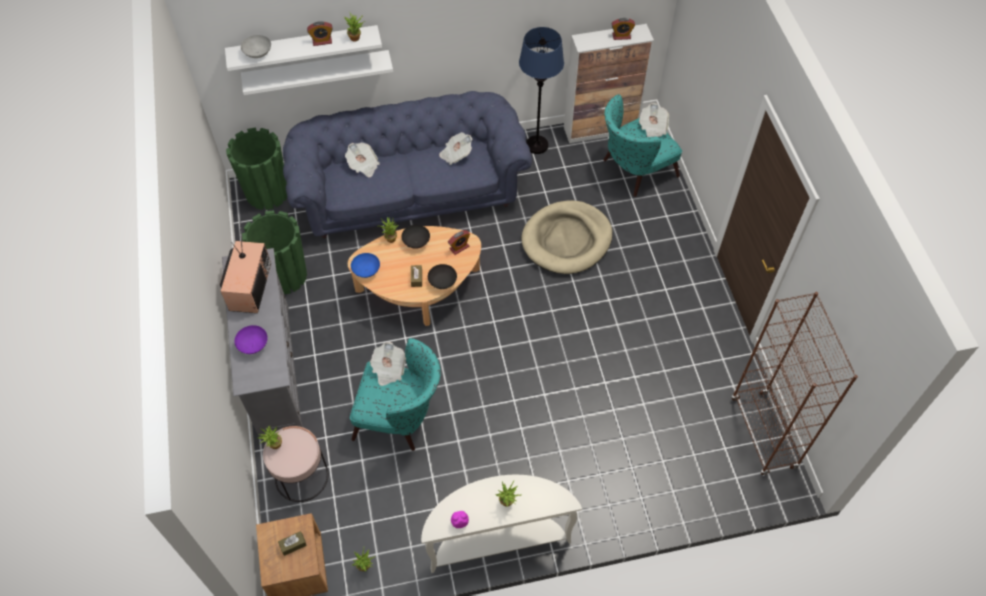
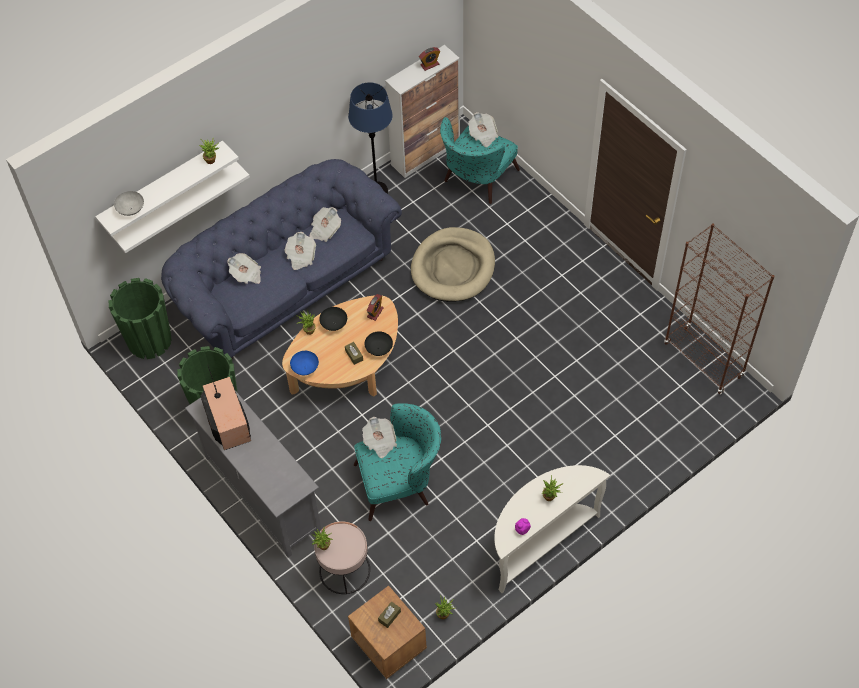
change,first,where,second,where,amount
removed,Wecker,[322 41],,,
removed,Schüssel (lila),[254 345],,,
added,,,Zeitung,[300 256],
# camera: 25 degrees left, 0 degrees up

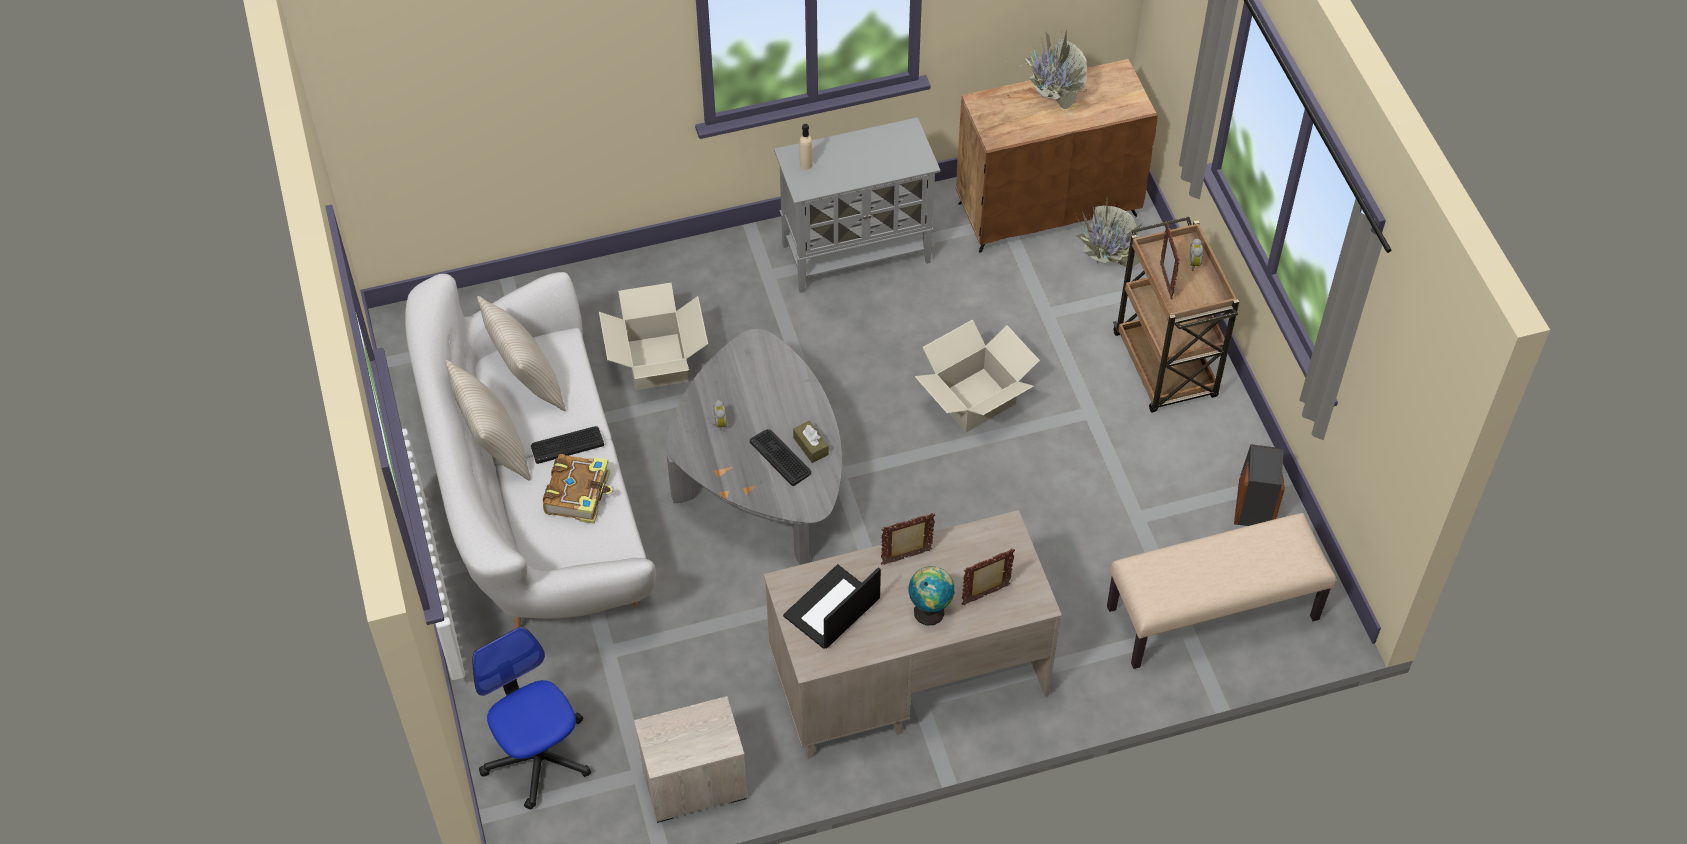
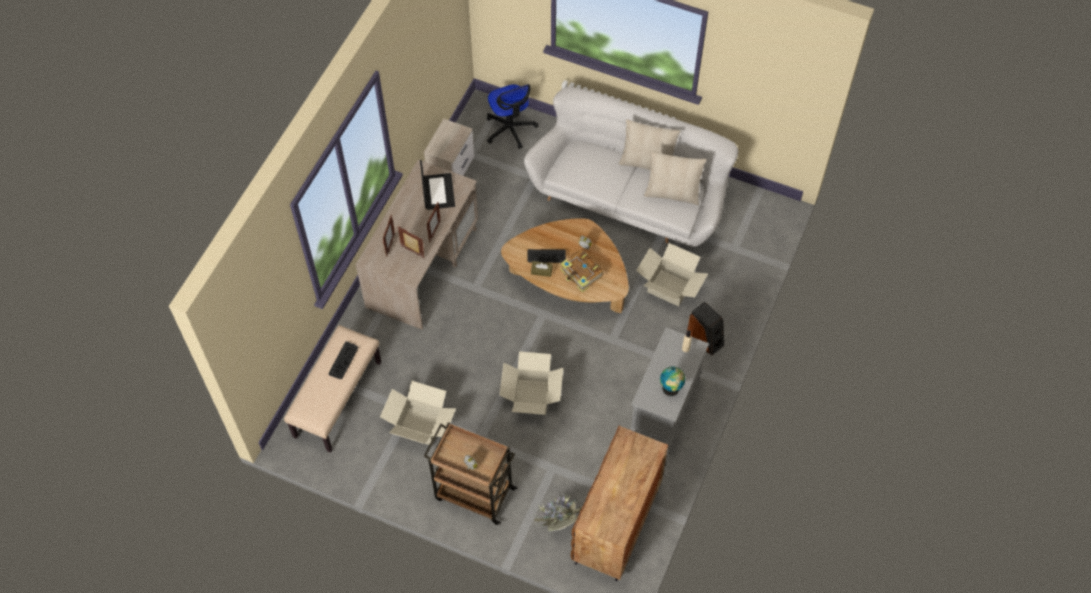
change,first,where,second,where,amount
removed,Topfpflanze,[1052 100],,,
moved,Bilderrahmen,[1166 281],,[412 252],
recoloured,Couchtisch (grau),[762 477],Couchtisch (braun),[568 284],
moved,Tastatur,[567 445],,[343 360],
moved,Lautsprecher,[1254 502],,[705 338],
moved,Buch,[579 493],,[581 274],
moved,Globus,[930 610],,[671 389],
turned,Bürostuhl,[538 757],,[510 129],60 degrees clockwise
added,,,Karton,[420 426],
# camera: 130 degrees right, 5 degrees up

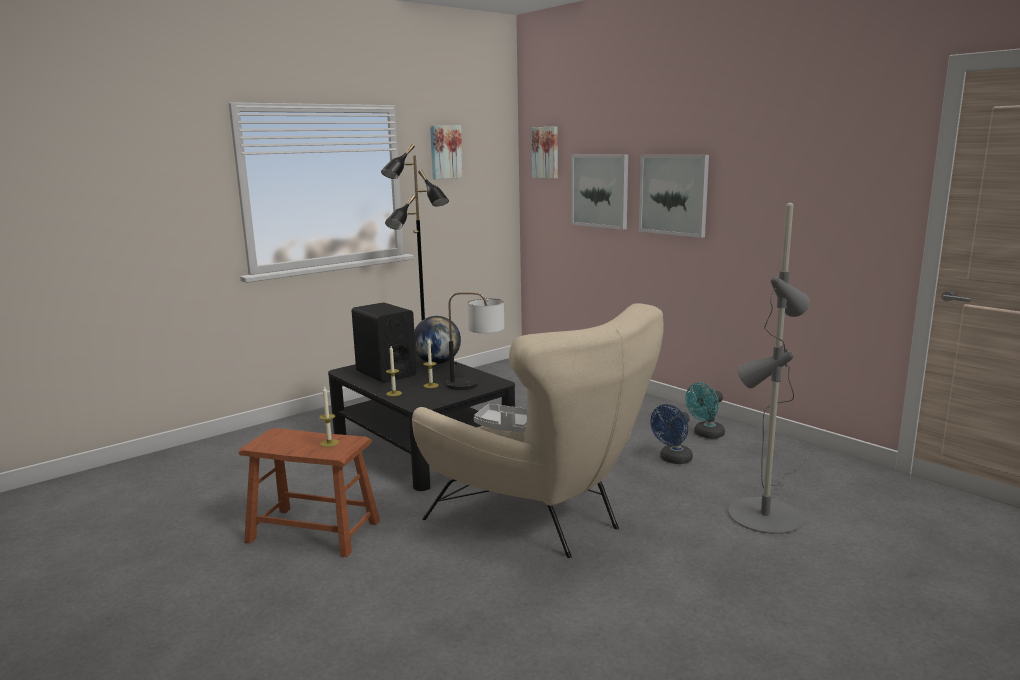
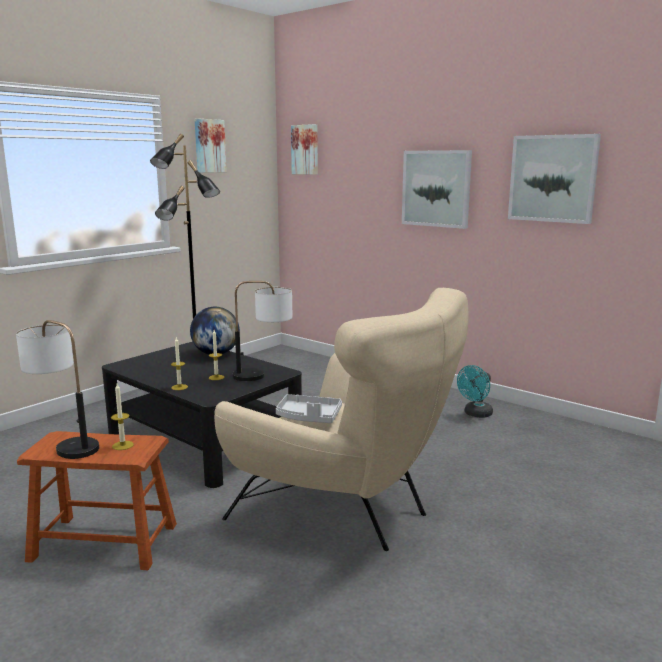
change,first,where,second,where,amount
moved,Bild,[600 190],,[553 178],
removed,Stehlampe (grau),[769 508],,,
removed,Lautsprecher (schwarz),[385 373],,,
removed,Ventilator (blau),[673 460],,,
added,,,Tischlampe,[65 444],
# camera: 10 degrees left, 0 degrees up

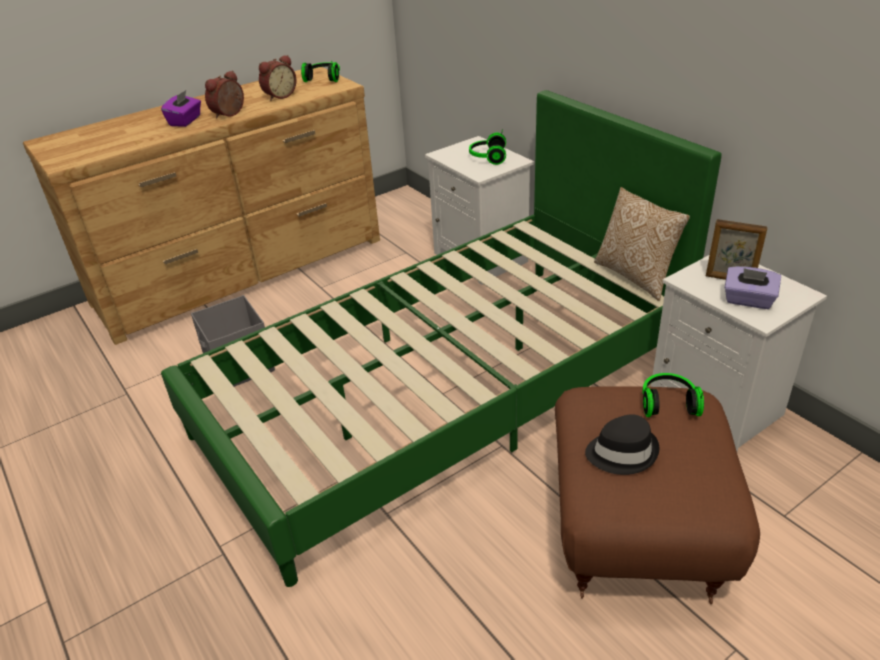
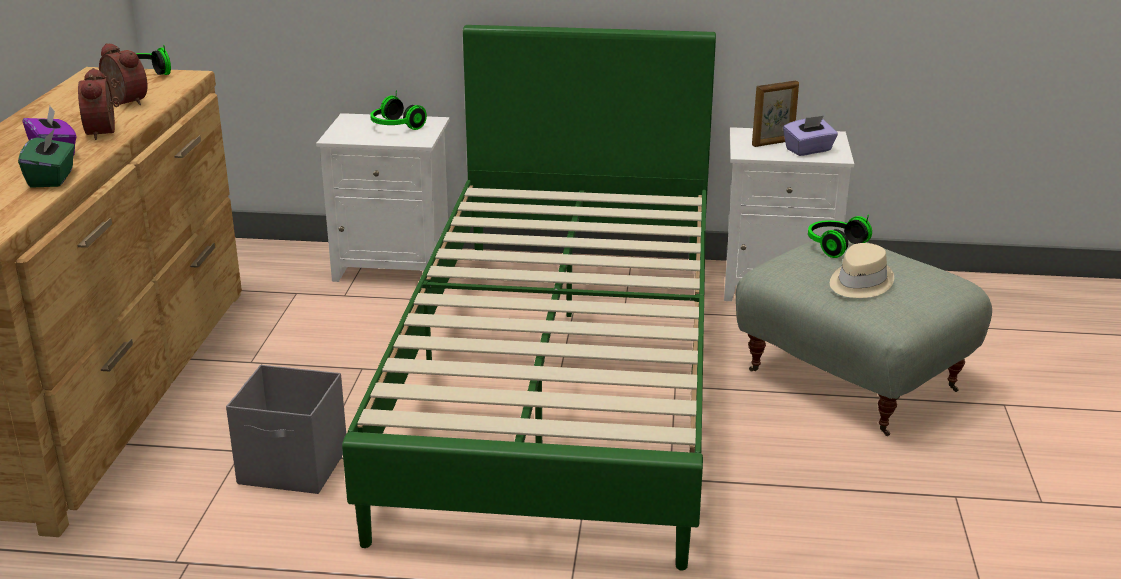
change,first,where,second,where,amount
turned,Wecker,[279 96],,[123 102],45 degrees counterclockwise
removed,Kissen,[636 276],,,
recoloured,Polsterhocker (braun),[639 529],Polsterhocker (grau),[854 379],
recoloured,Hut (schwarz),[621 452],Hut (beige),[859 283],
added,,,Taschentuchbox (grün),[52 178],
# camera: 50 degrees left, 10 degrees down

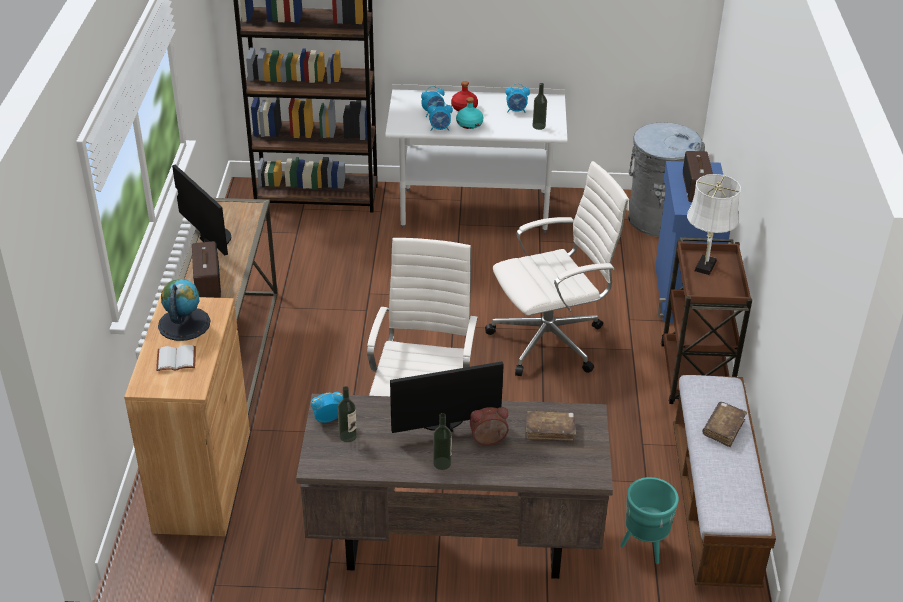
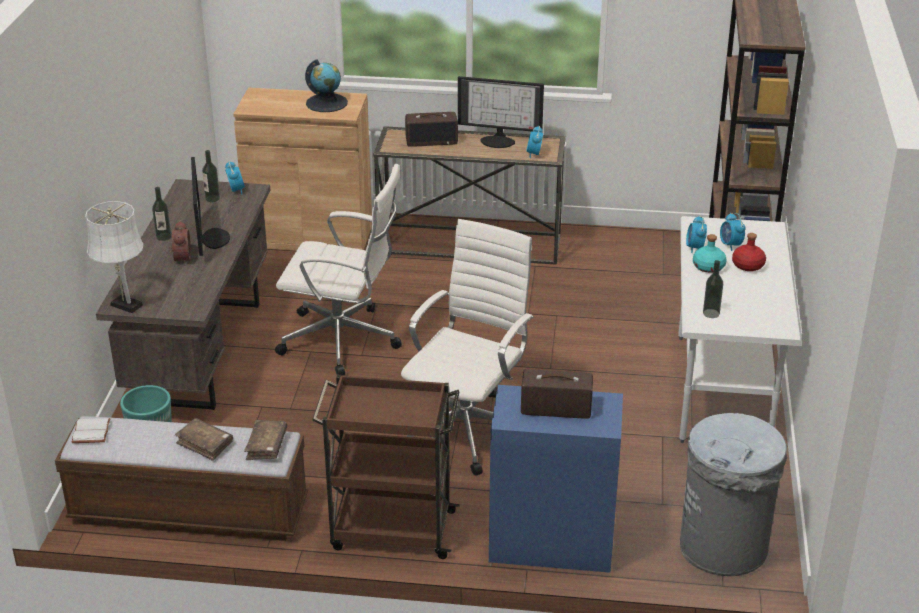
change,first,where,second,where,amount
moved,Wecker,[516 111],,[534 154],
turned,Bürostuhl (weiß),[551 340],,[468 428],135 degrees counterclockwise
turned,Monitor,[212 237],,[498 140],45 degrees clockwise
moved,Tischlampe (weiß),[704 267],,[124 304],
moved,Buch (weiß),[177 359],,[92 432],
moved,Buch (braun),[549 430],,[266 446],
# camera: 95 degrees right, 5 degrees down

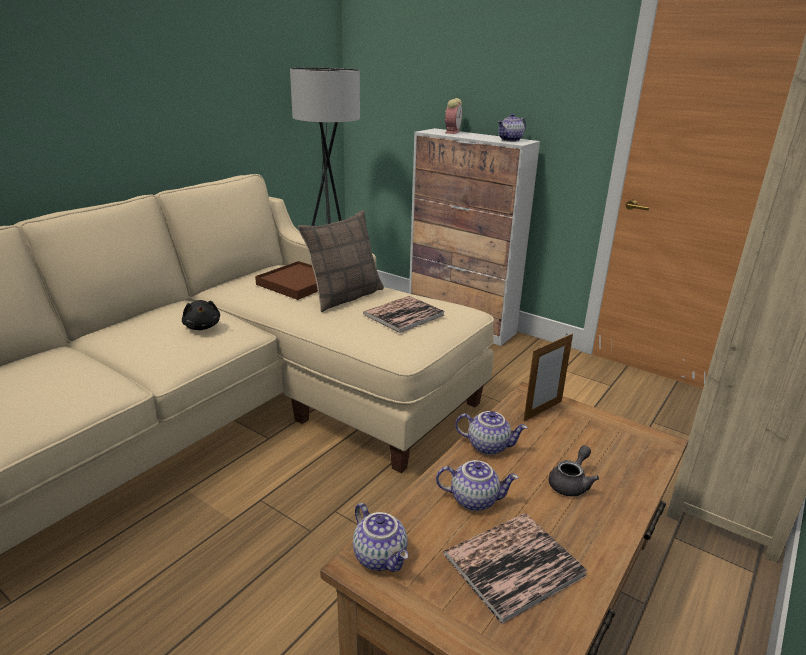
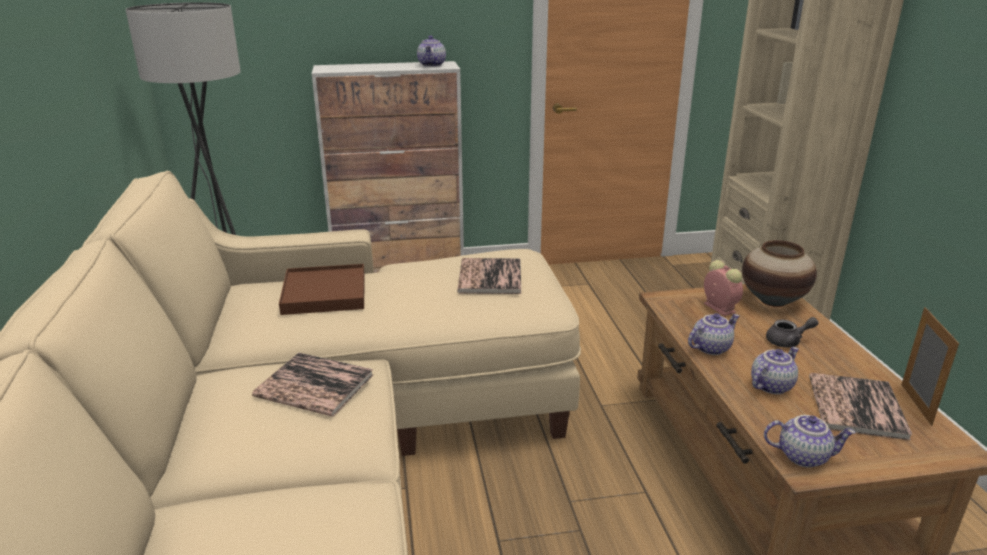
change,first,where,second,where,amount
moved,Wecker,[452 132],,[718 307],
removed,Kissen,[344 296],,,
replaced,Plüschtier (schwarz),[202 326],Buch,[314 386],
moved,Bilderrahmen,[542 411],,[916 404],
turned,Teekanne (grau),[571 483],,[788 341],90 degrees clockwise
added,,,Vase,[772 301],
# camera: 45 degrees left, 0 degrees up

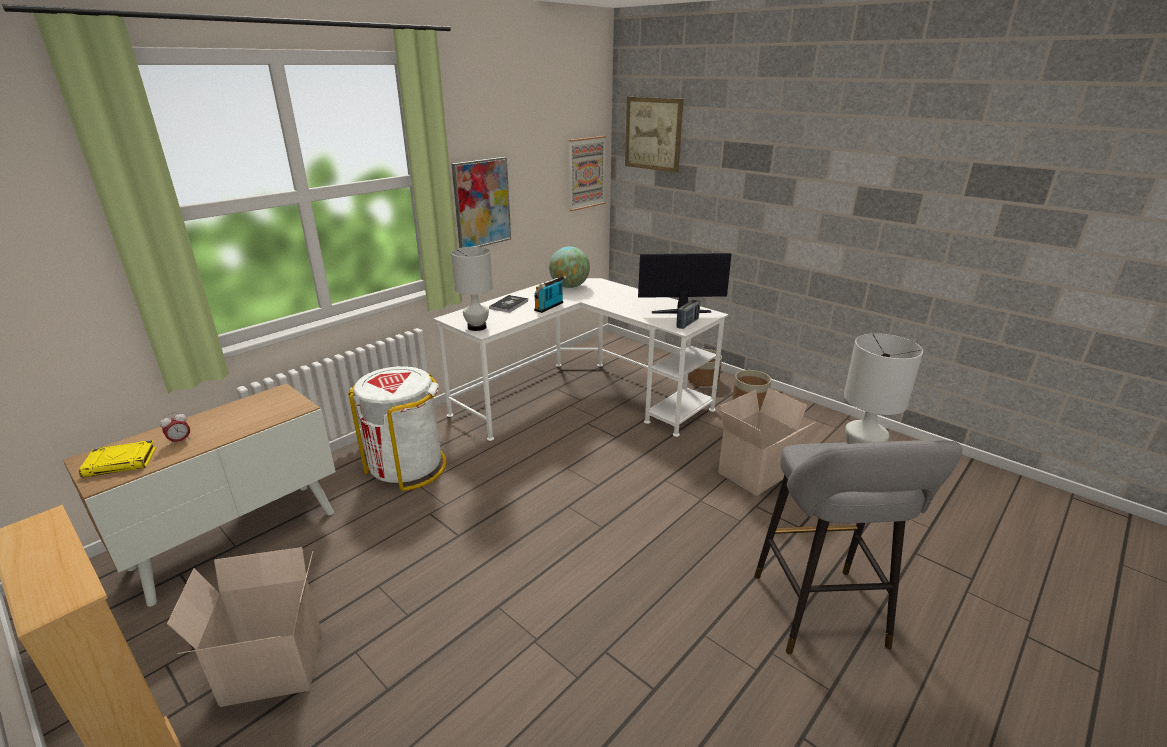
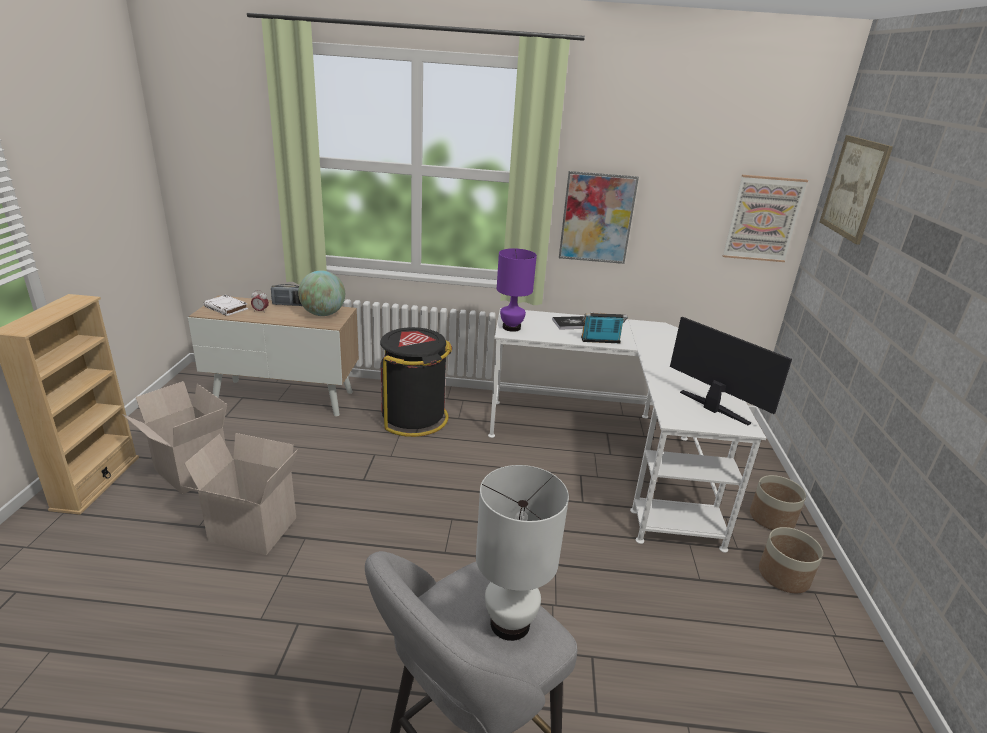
change,first,where,second,where,amount
moved,Globus,[569 286],,[323 314],
recoloured,Tischlampe (weiß),[476 327],Tischlampe (lila),[511 327],
moved,Radio,[687 323],,[289 304],
recoloured,Mülleimer (weiß),[407 467],Mülleimer (schwarz),[414 417],
moved,Karton,[755 475],,[250 531],
recoloured,Buch (gelb),[121 462],Buch (weiß),[226 308],
# camera: 50 degrees right, 0 degrees up

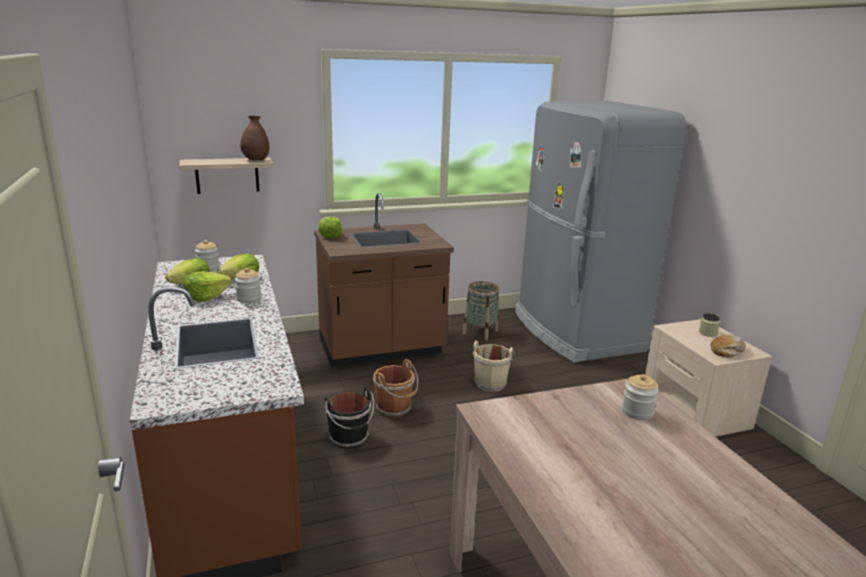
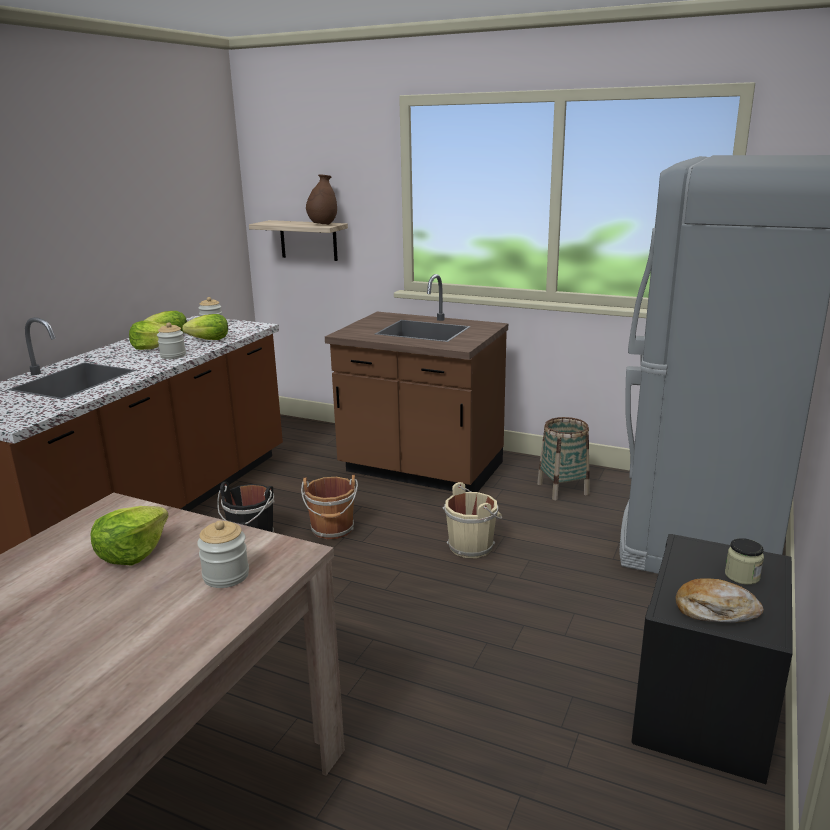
change,first,where,second,where,amount
moved,Salatkopf,[330 236],,[132 552],
recoloured,Nachttisch (beige),[695 410],Nachttisch (schwarz),[704 706],
# camera: 45 degrees right, 0 degrees up

